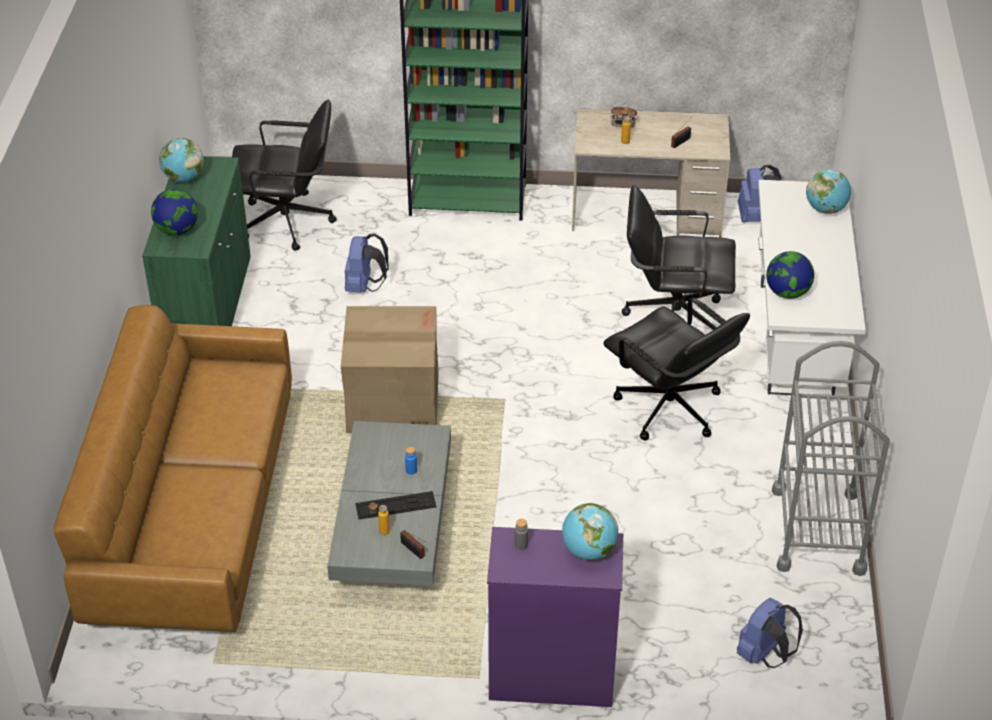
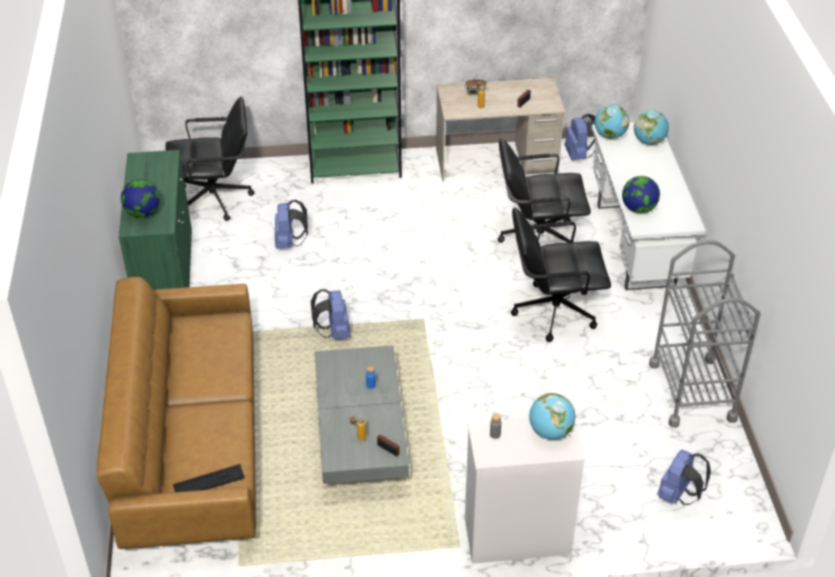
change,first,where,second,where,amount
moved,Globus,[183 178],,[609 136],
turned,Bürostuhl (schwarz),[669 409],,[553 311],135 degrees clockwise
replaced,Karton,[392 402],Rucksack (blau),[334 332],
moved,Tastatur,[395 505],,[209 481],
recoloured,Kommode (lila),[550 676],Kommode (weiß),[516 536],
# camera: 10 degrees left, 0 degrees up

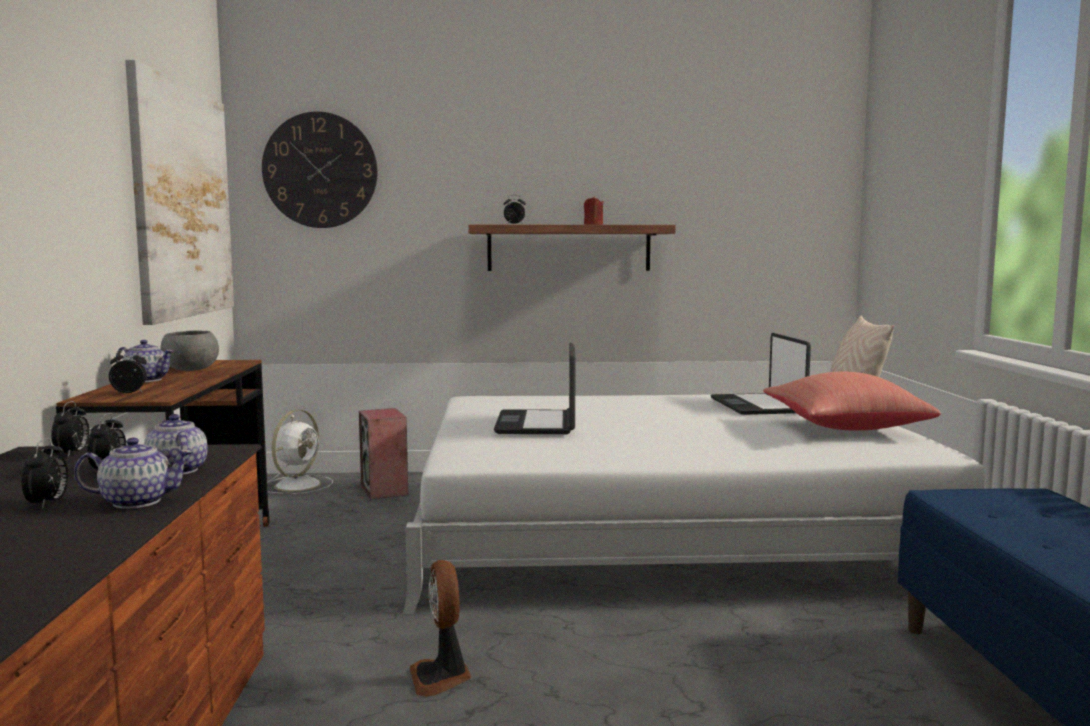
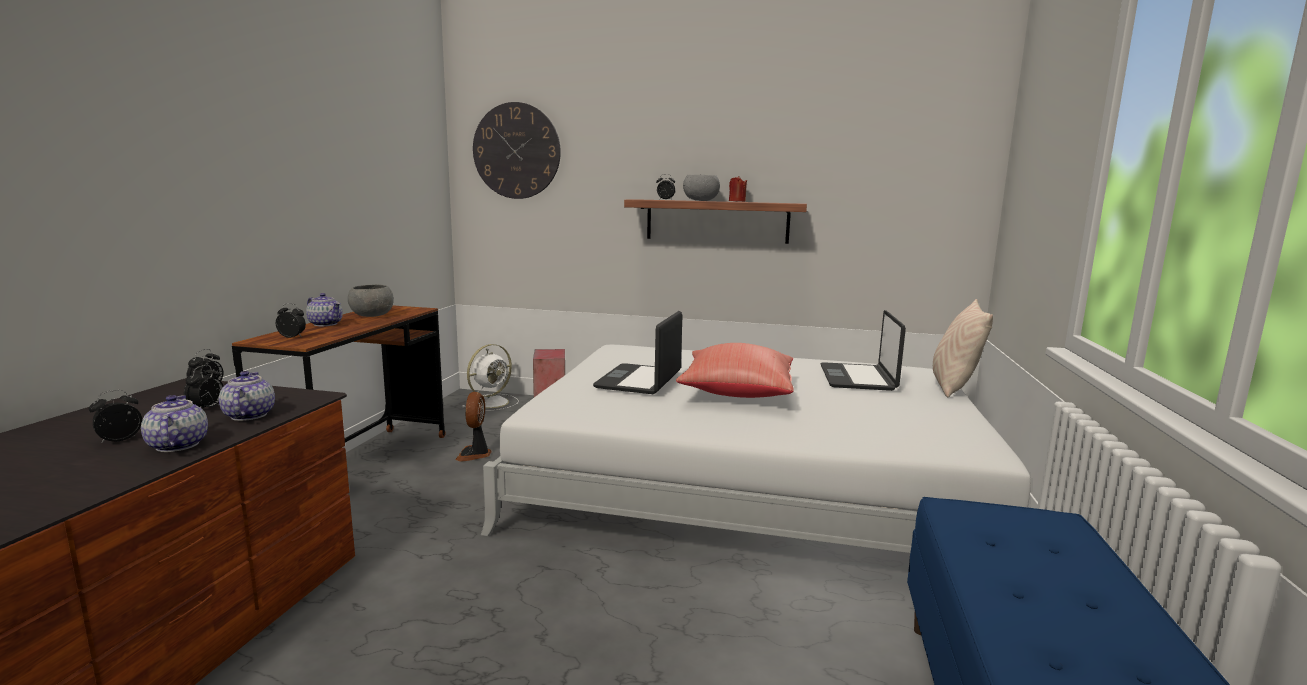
change,first,where,second,where,amount
removed,Bild,[183 201],,,
moved,Kissen (rot),[843 428],,[736 393],
turned,Wecker,[48 504],,[120 440],150 degrees counterclockwise
turned,Teekanne,[136 501],,[177 445],120 degrees counterclockwise
moved,Ventilator,[441 677],,[475 454],
added,,,Schüssel (grau),[700 200],
# camera: 15 degrees right, 5 degrees up

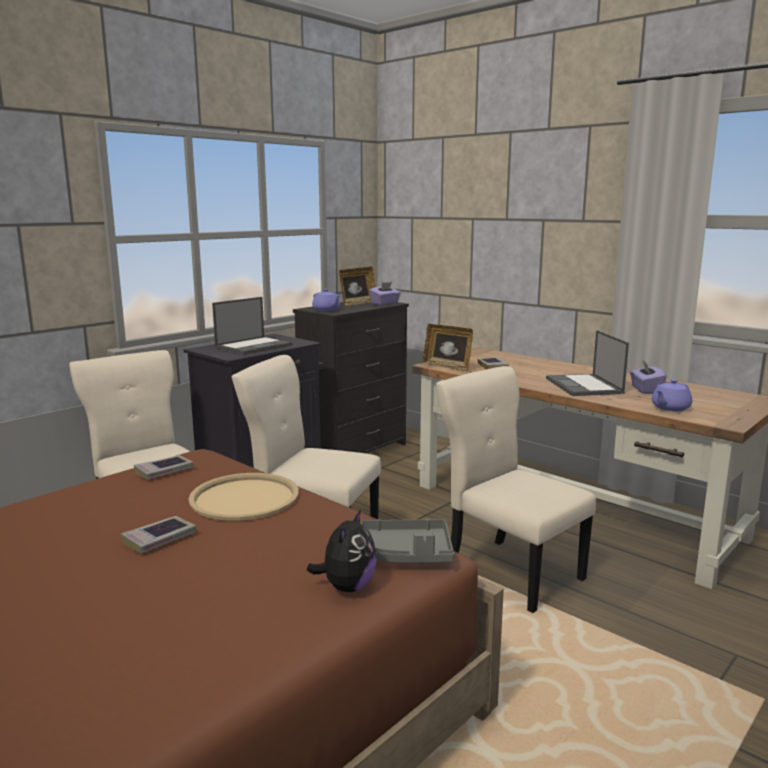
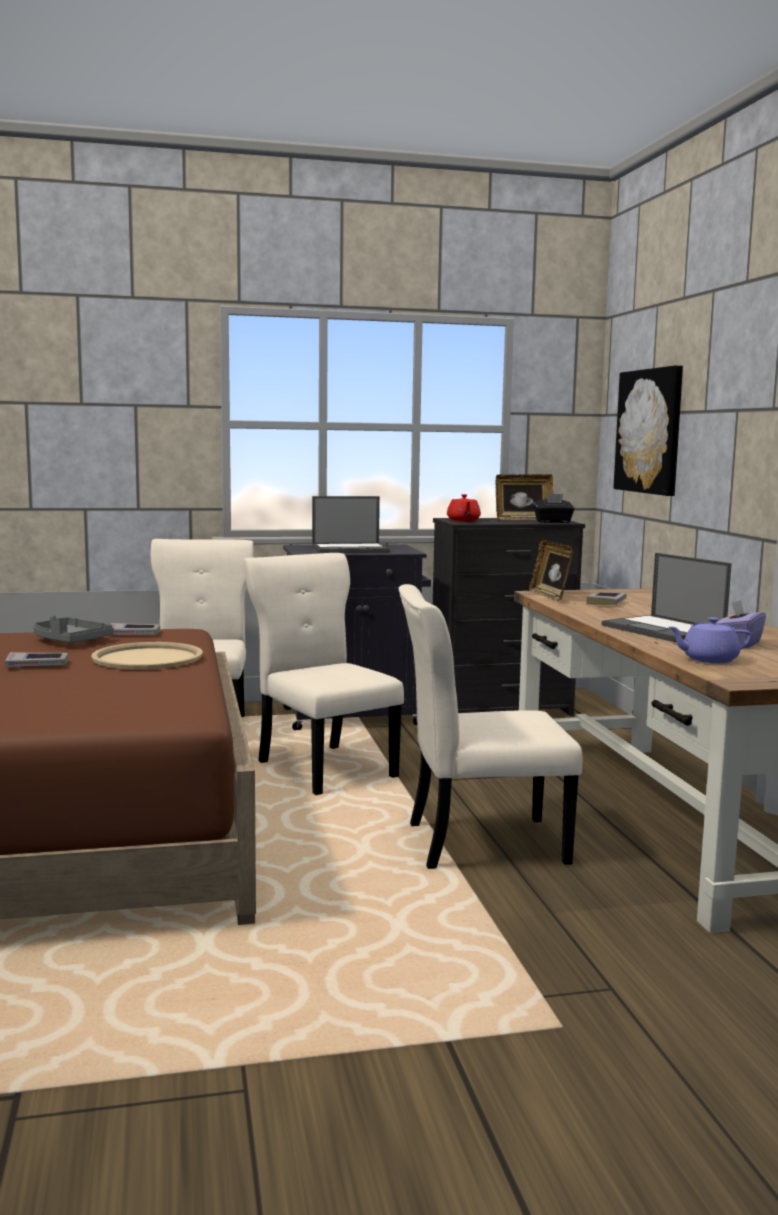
change,first,where,second,where,amount
recoloured,Taschentuchbox (lila),[385 304],Taschentuchbox (schwarz),[553 522],
recoloured,Teekanne (lila),[326 310],Teekanne (rot),[463 521],
turned,Laptop,[584 386],,[664 630],60 degrees counterclockwise
turned,Stuhl (beige),[509 571],,[479 843],90 degrees counterclockwise
removed,Plüschtier,[347 587],,,
moved,Tablett (grau),[406 554],,[70 641],
added,,,Bild,[649 431],
# camera: 35 degrees right, 5 degrees down

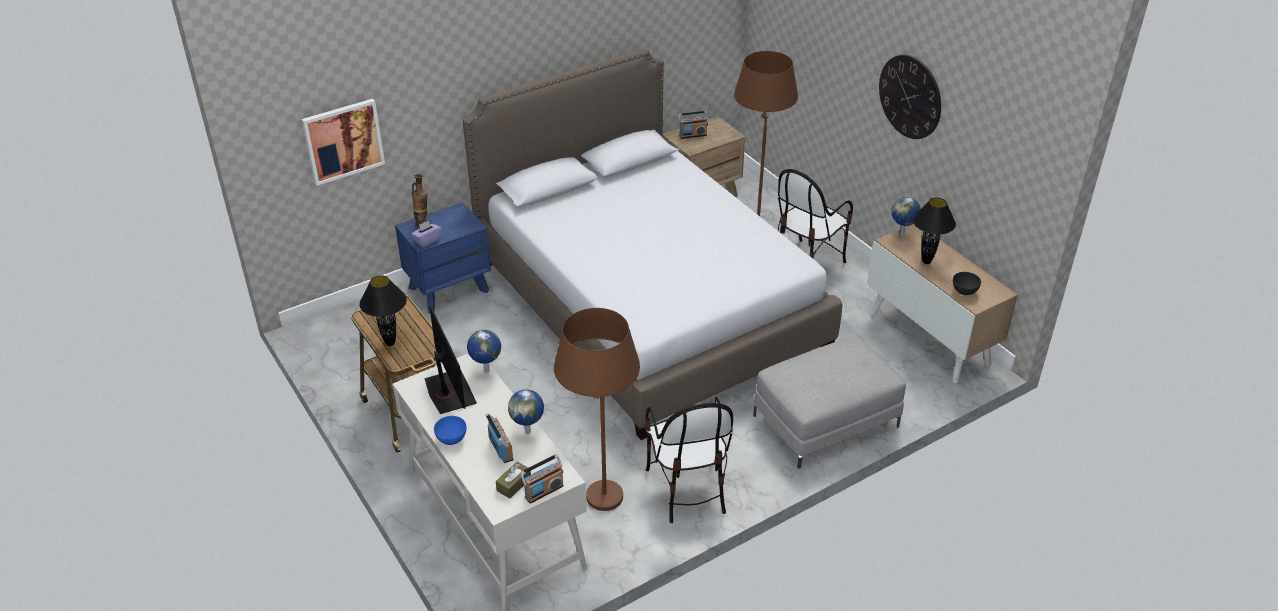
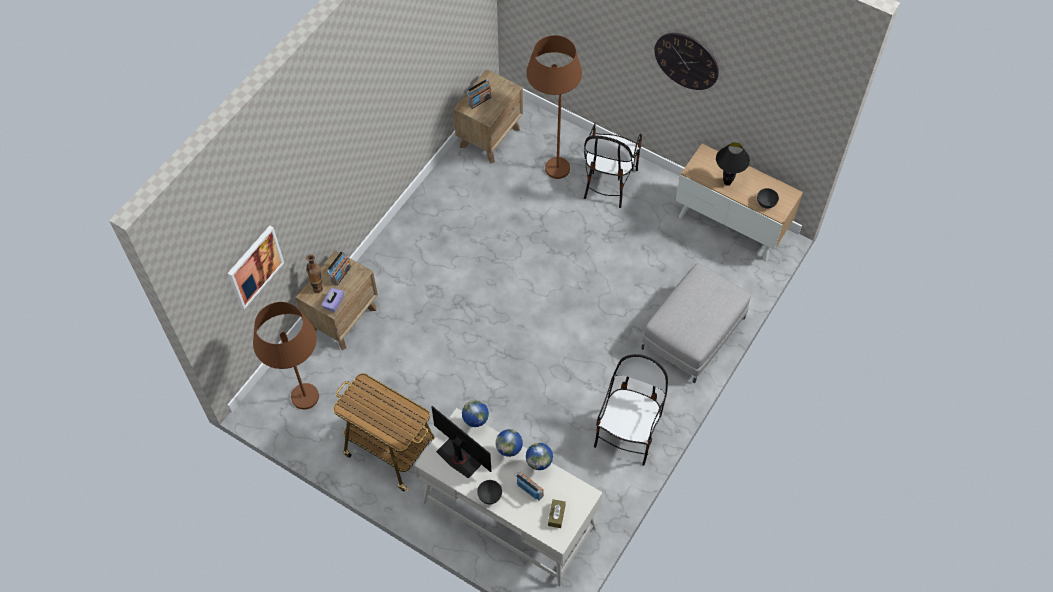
change,first,where,second,where,amount
removed,Bett,[647 305],,,
moved,Globus,[902 234],,[510 453],
recoloured,Nachttisch (blau),[449 289],Nachttisch (braun),[343 318],
removed,Tischlampe (schwarz),[390 343],,,
moved,Stehlampe (braun),[601 512],,[308 410],
turned,Stuhl,[687 489],,[628 433],120 degrees counterclockwise
recoloured,Schüssel (blau),[452 439],Schüssel (grau),[490 496],
moved,Radio,[543 491],,[340 274],
# camera: 25 degrees left, 20 degrees up

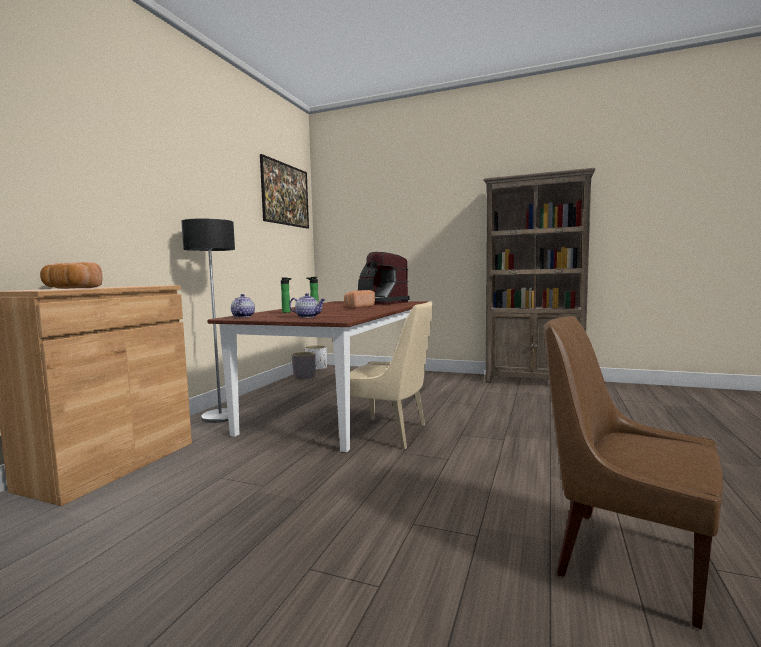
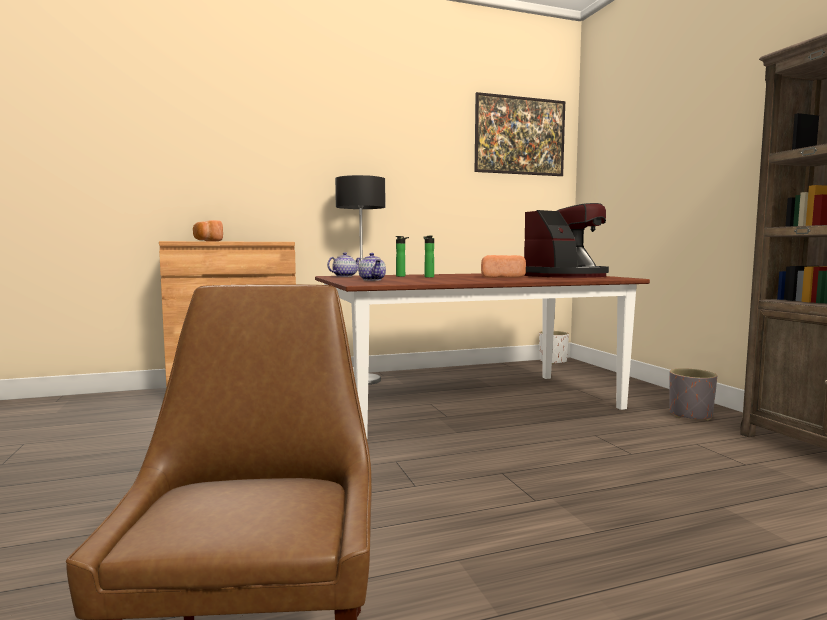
change,first,where,second,where,amount
turned,Kaffeemaschine,[379 303],,[566 276],135 degrees counterclockwise
removed,Stuhl (beige),[390 433],,,
moved,Pflanzkübel (grau),[304 377],,[690 415],
# camera: 50 degrees right, 0 degrees up

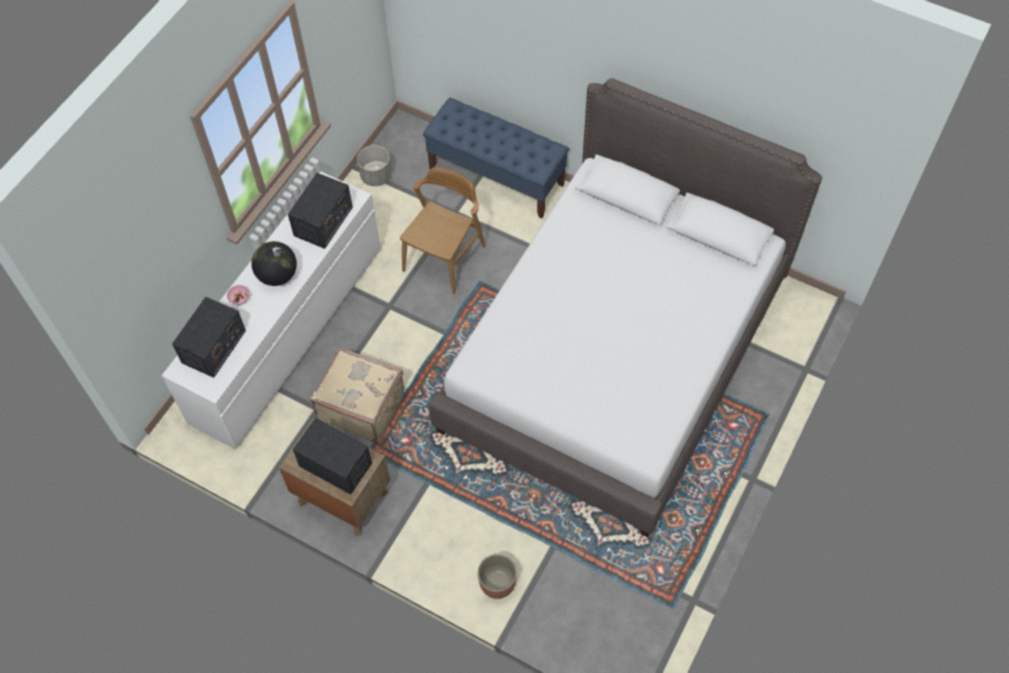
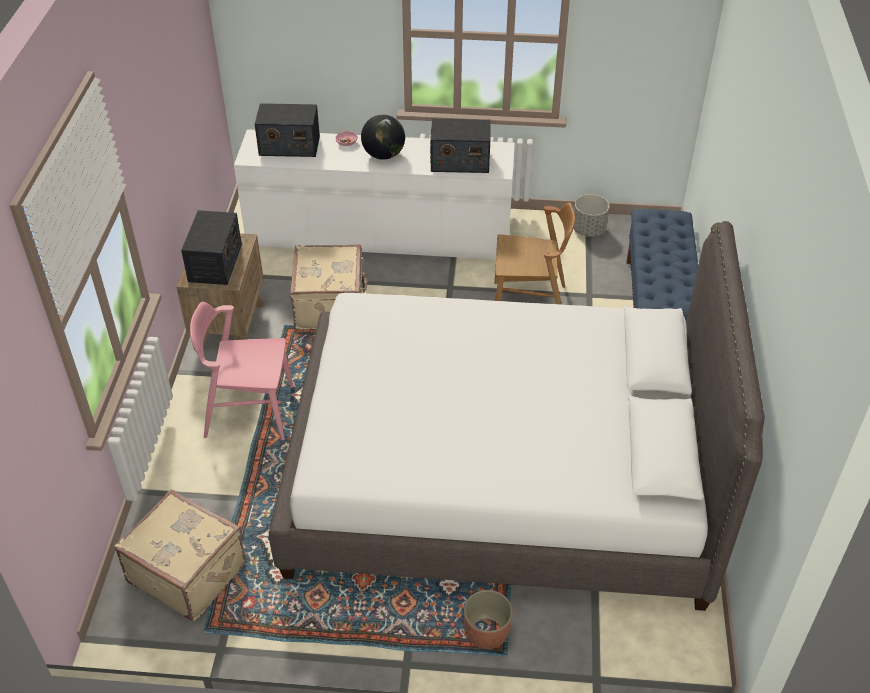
change,first,where,second,where,amount
moved,Pflanzkübel,[497 584],,[486 633],
added,,,Stuhl (rosa),[249 411],
added,,,Koffer (beige),[188 571],
# camera: 65 degrees right, 15 degrees down

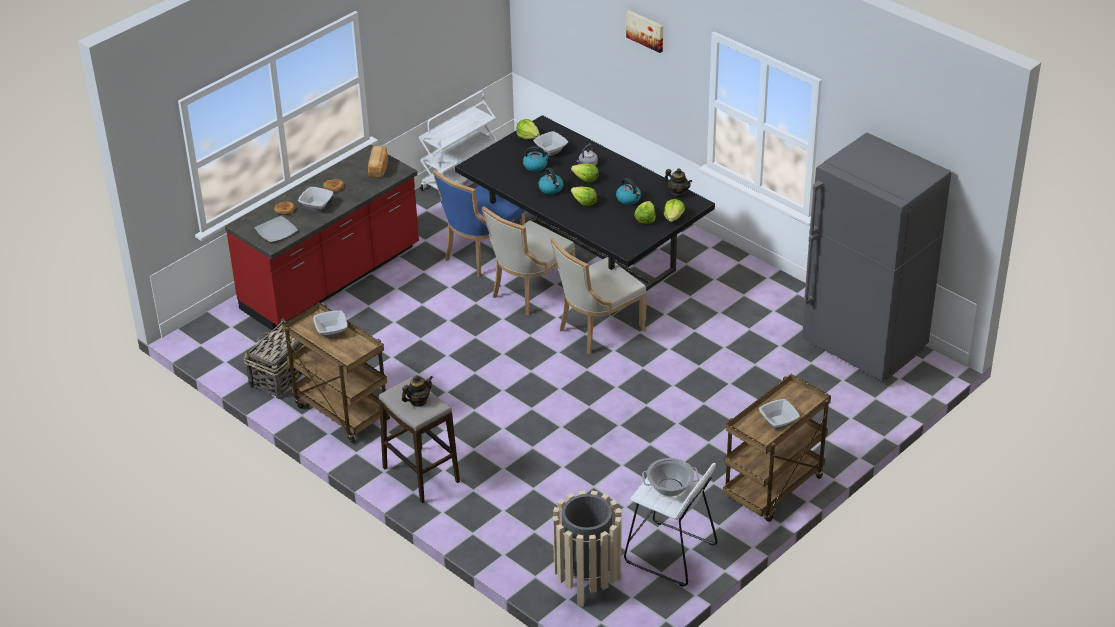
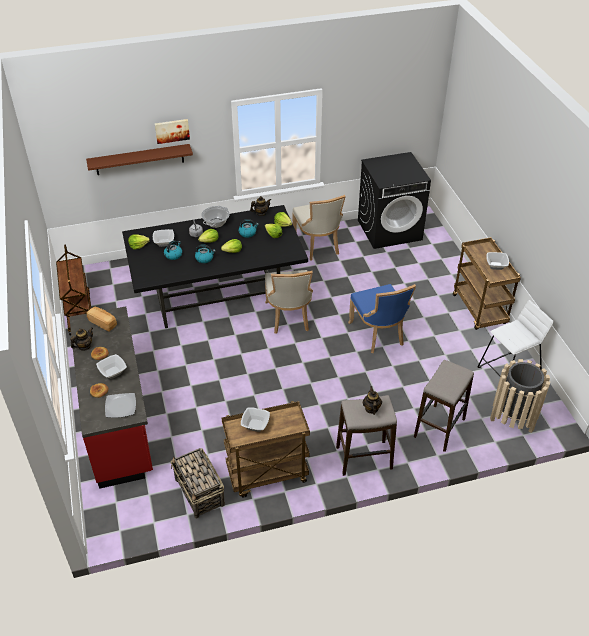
change,first,where,second,where,amount
recoloured,Rollwagen (weiß),[460 179],Rollwagen (braun),[79 313],
replaced,Kühlschrank (grau),[864 348],Waschmaschine (schwarz),[390 230],
moved,Stuhl (blau),[481 254],,[378 334],
moved,Stuhl (beige),[529 292],,[318 246],
moved,Kochtopf,[670 487],,[216 223],
added,,,Wandregal (braun),[139 159],
added,,,Teekanne,[84 346],
added,,,Hocker,[439 428],
# camera: 60 degrees left, 5 degrees up

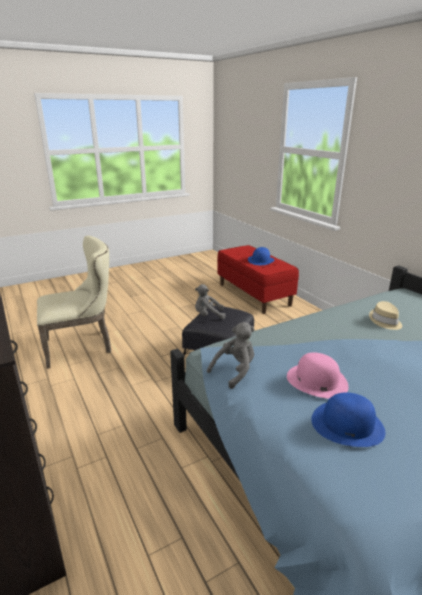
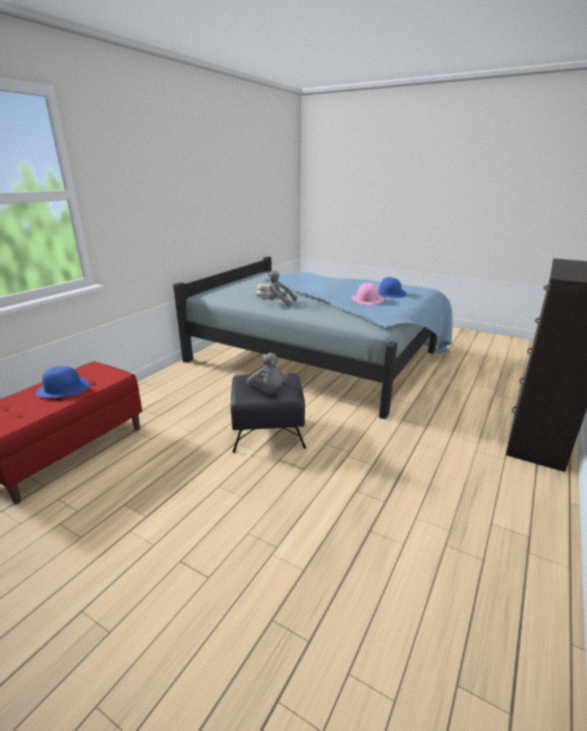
change,first,where,second,where,amount
removed,Stuhl (beige),[83 346],,,
moved,Plüschtier (grau),[235 371],,[279 303],
# camera: 120 degrees left, 0 degrees up

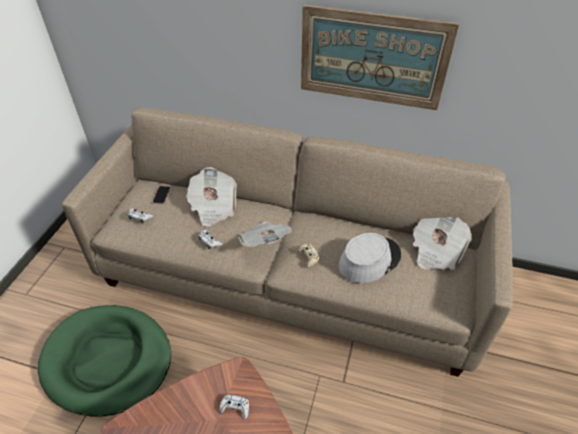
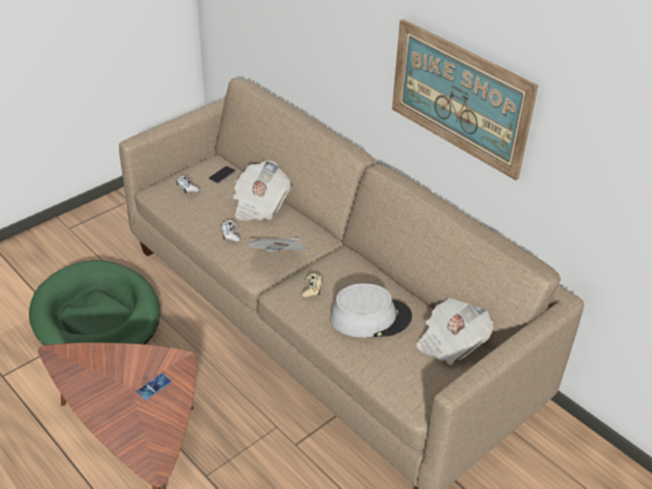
change,first,where,second,where,amount
replaced,Gamepad (weiß),[235 408],Handy,[154 387],
# camera: 30 degrees right, 5 degrees down

